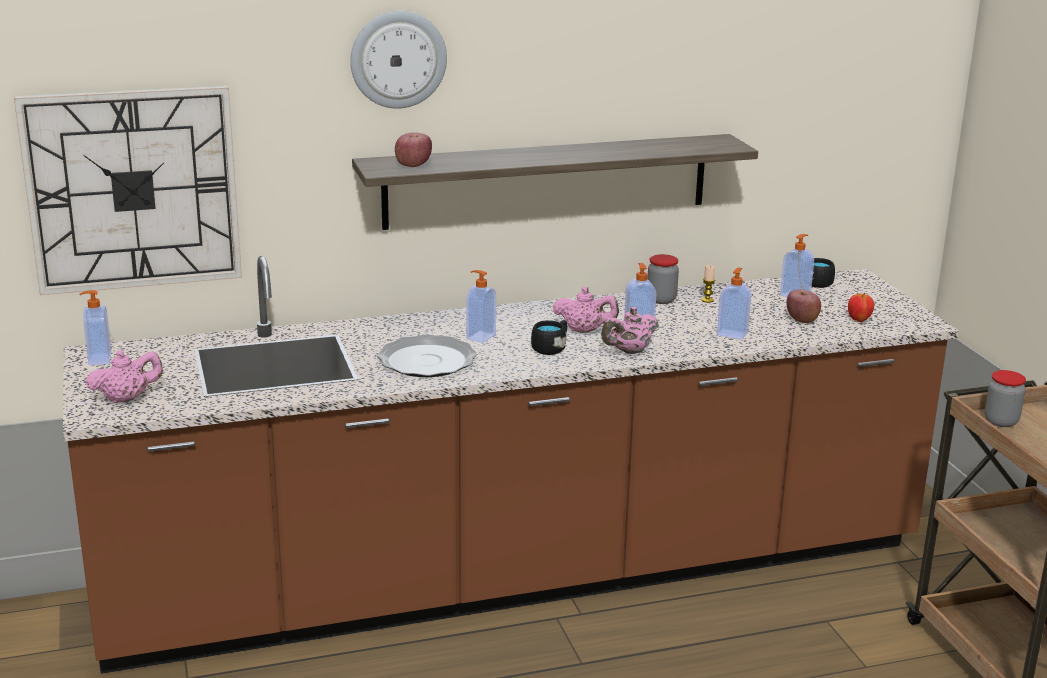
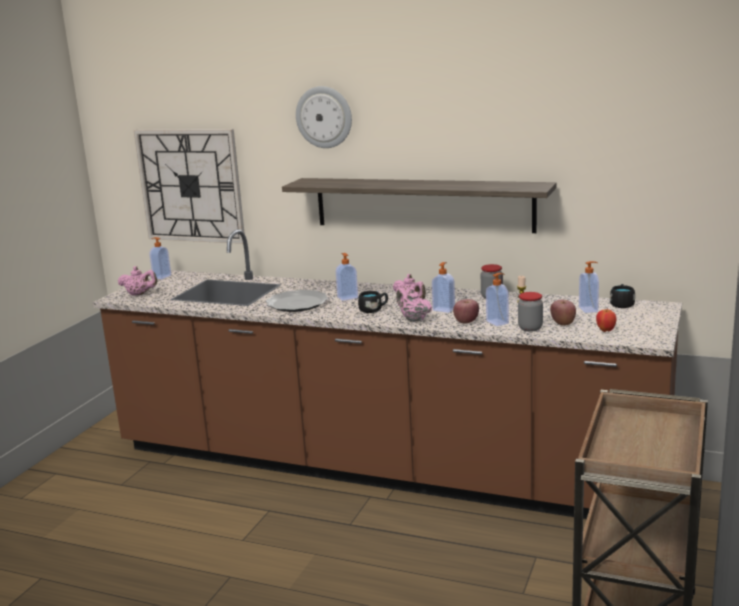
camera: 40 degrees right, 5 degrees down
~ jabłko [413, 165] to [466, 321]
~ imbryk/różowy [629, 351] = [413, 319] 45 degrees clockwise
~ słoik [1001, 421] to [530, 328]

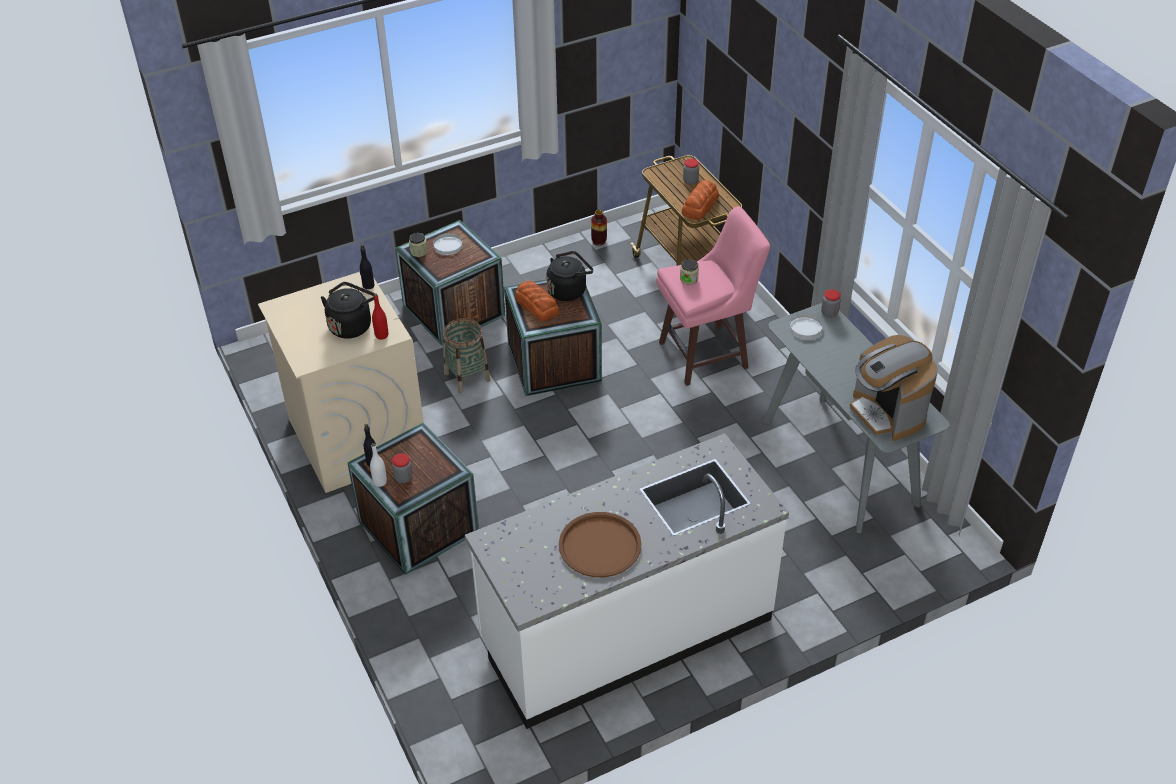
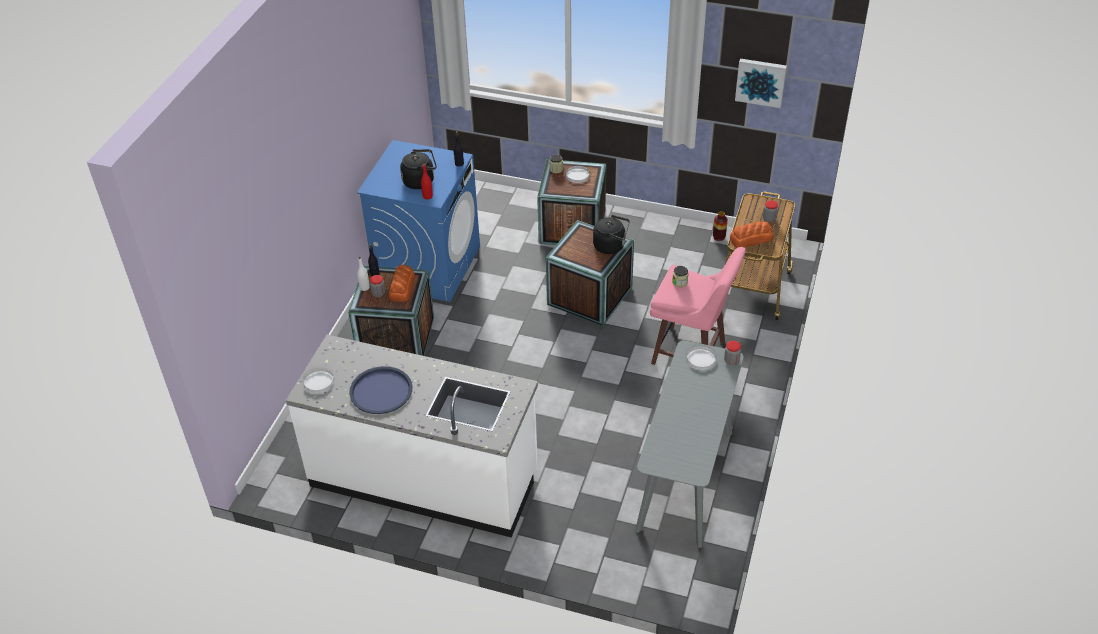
camera: 45 degrees right, 0 degrees up
~ pralka/beżowy [356, 436] to pralka/niebieski [428, 266]
- koszyk [467, 377]
~ chleb [536, 305] to [402, 287]
~ taca/brązowy [600, 545] to taca/niebieski [381, 391]
- ekspres do kawy [886, 413]
+ talerz/biały [319, 382]
+ obraz [761, 81]

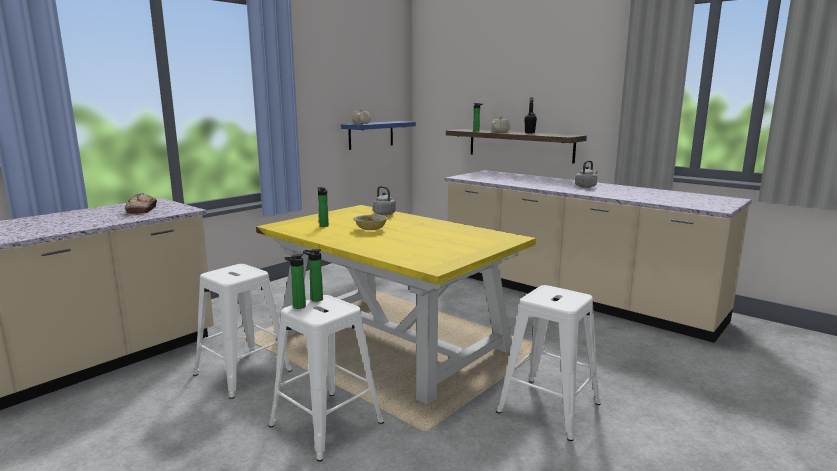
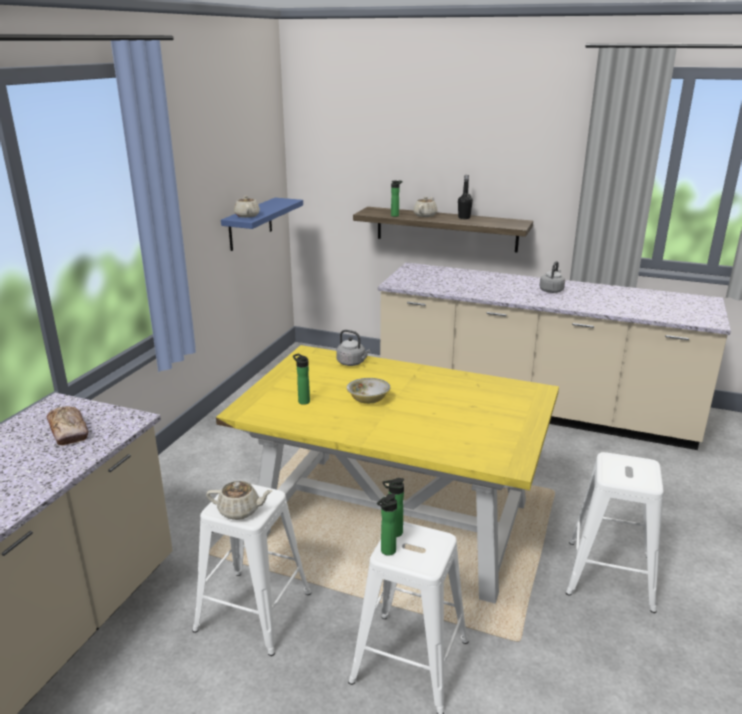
camera: 20 degrees left, 10 degrees up
+ imbryk/beżowy [240, 511]

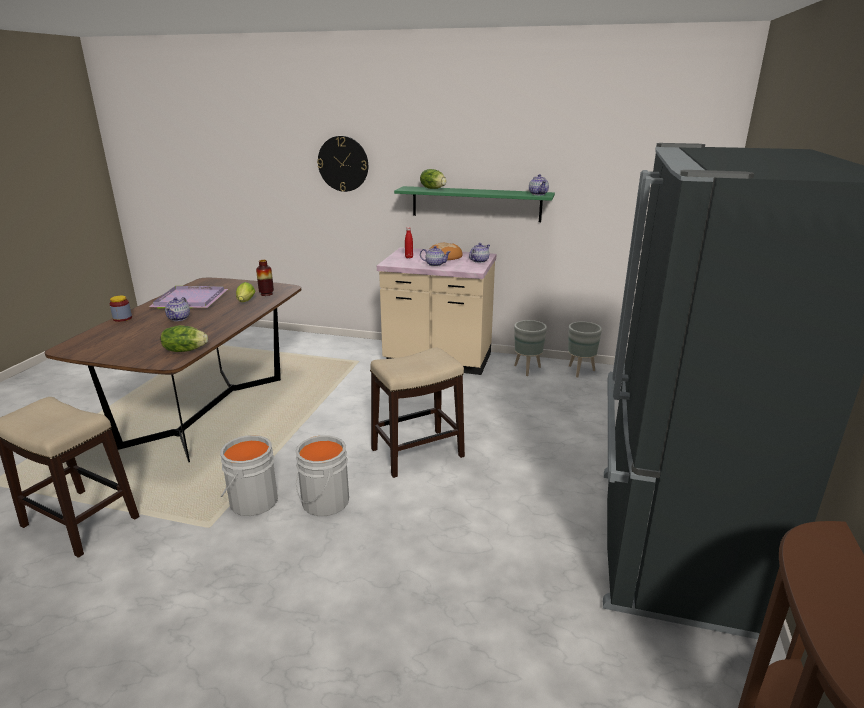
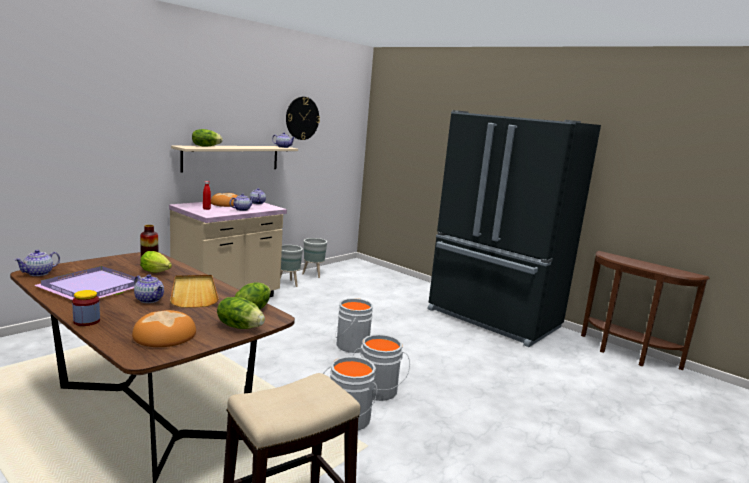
camera: 65 degrees left, 10 degrees down
~ zegar ścienny [343, 164] to [302, 118]
~ stołek [416, 453] to wiadro/szary [350, 345]
~ półka/zielony [476, 204] to półka/beżowy [232, 158]
+ imbryk [39, 273]
+ chleb [164, 335]
+ taca/beżowy [194, 293]
+ sałata [240, 326]

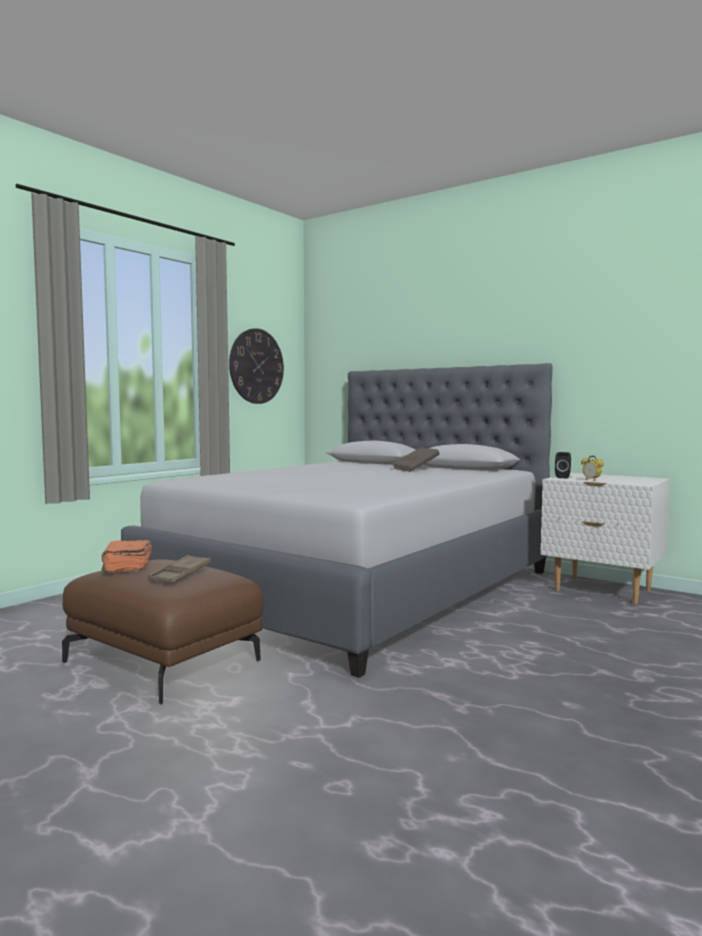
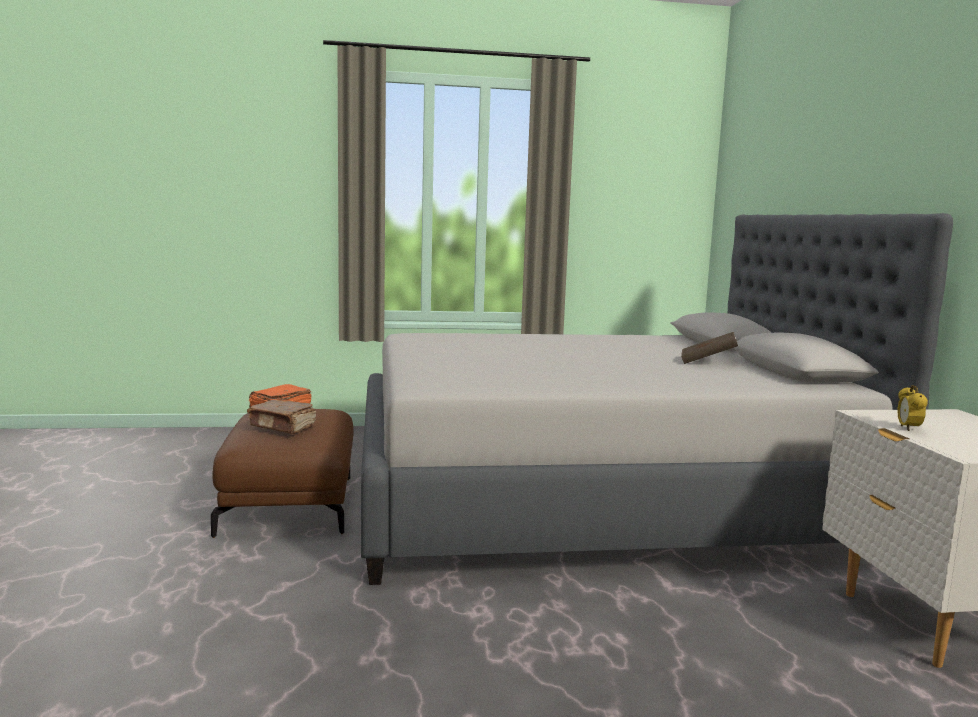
camera: 45 degrees right, 5 degrees up
~ taca/brązowy [180, 574] to książka/brązowy [283, 427]
- zegar ścienny [256, 366]
- głośnik/czarny [563, 477]

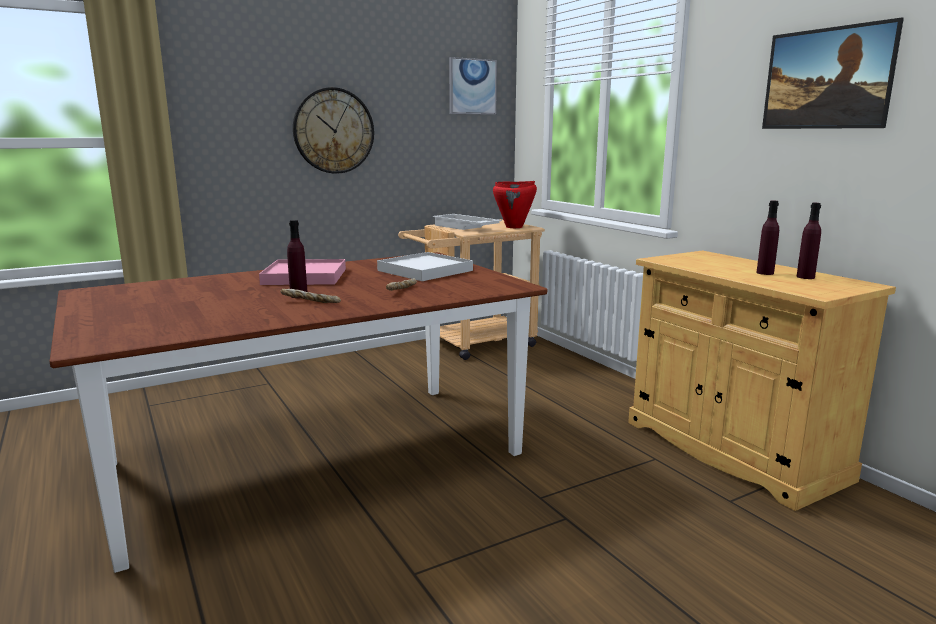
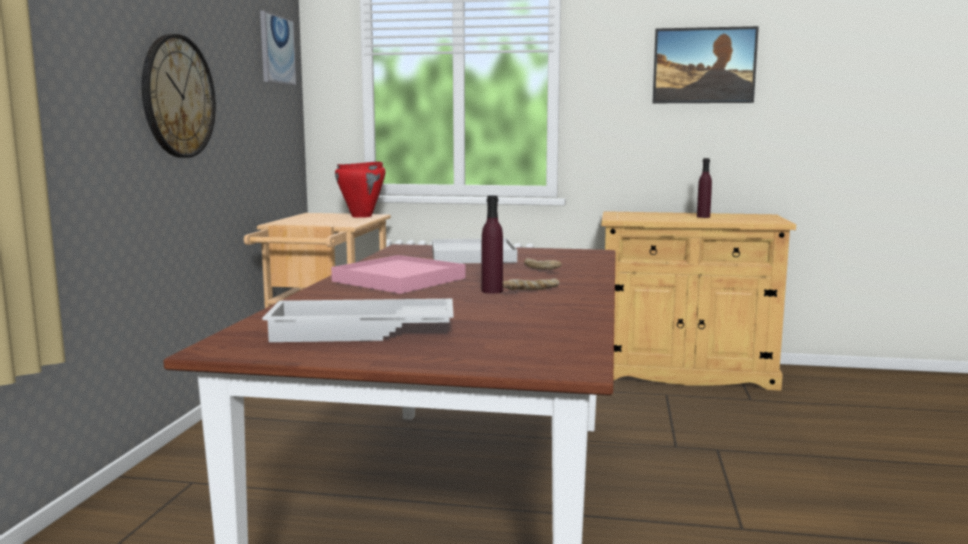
camera: 50 degrees left, 5 degrees down
~ taca/biały [465, 227] to [360, 332]
- butelka/fioletowy [805, 277]

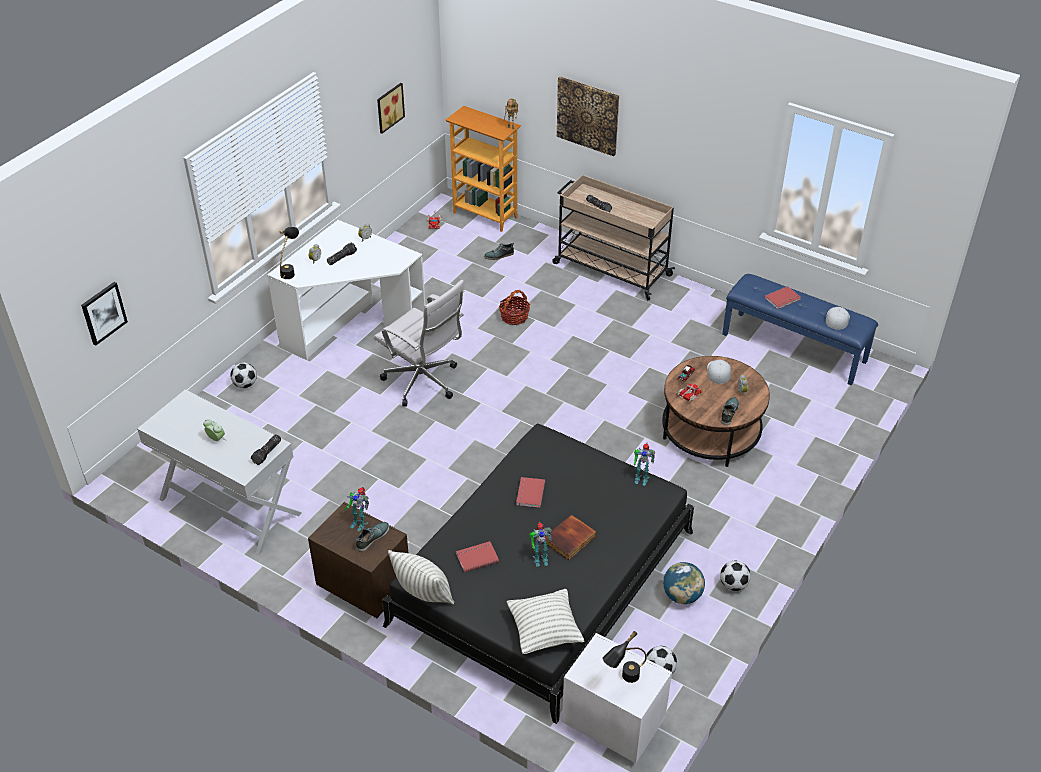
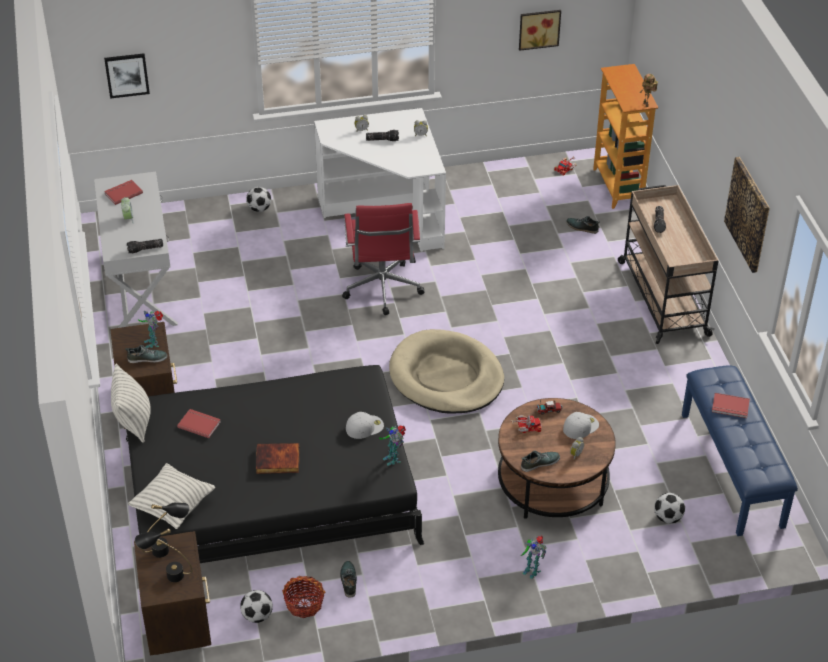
camera: 45 degrees right, 0 degrees up
~ lampa stołowa/czarny [290, 271] to [168, 548]
~ krzesło biurowe/biały [424, 383] to krzesło biurowe/czerwony [382, 291]
~ koszyk [514, 317] to [304, 604]
~ książka/czerwony [529, 493] to [123, 193]
~ robot zabawkowy [539, 558] to [531, 569]
~ obraz [588, 115] to [748, 214]
~ szafka nocna/biały [612, 723] to szafka nocna/brązowy [178, 621]
~ globus [682, 595] to but [348, 580]
~ piłka futbolowa [733, 584] to [668, 518]
~ czapka z daszkiem/biały [837, 318] to [364, 427]
+ legowisko/beżowy [446, 377]

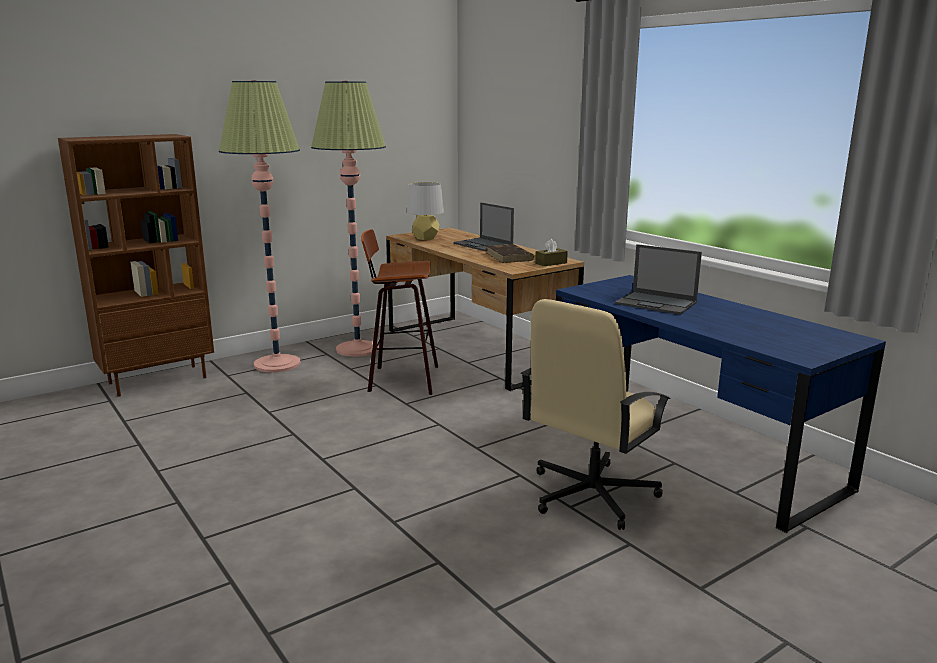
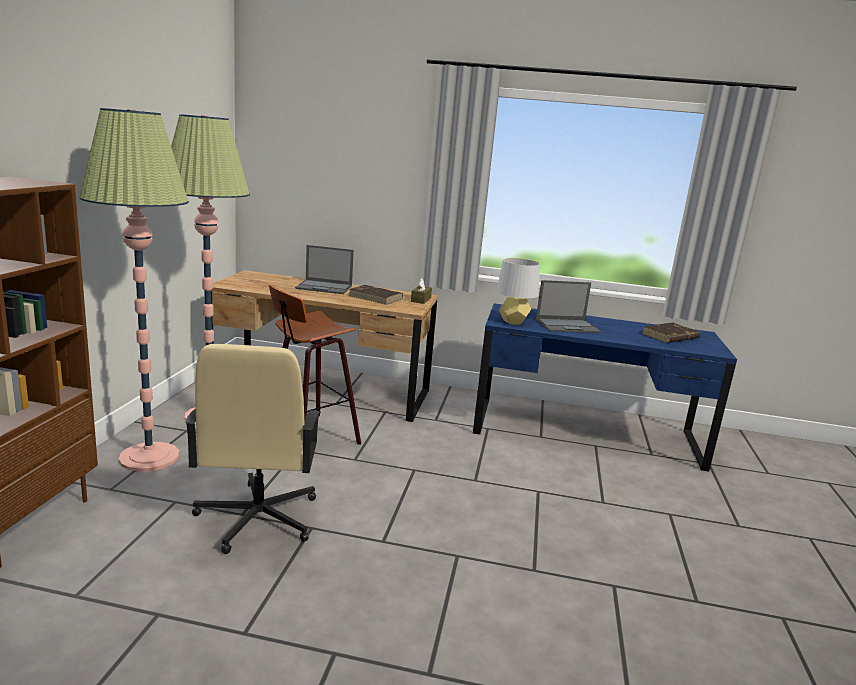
camera: 45 degrees left, 0 degrees up
~ lampa stołowa/szary [425, 238] to [513, 322]
~ krzesło biurowe/beżowy [590, 495] to [257, 518]
+ książka/brązowy [670, 336]

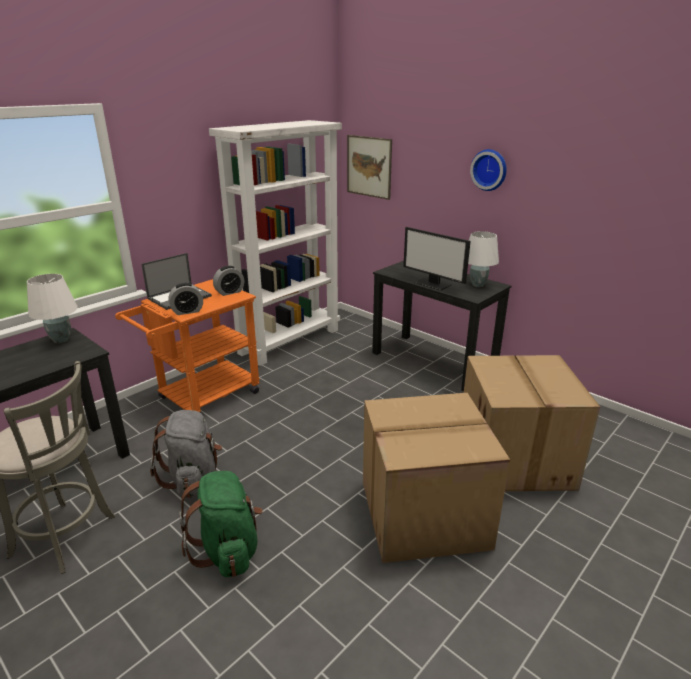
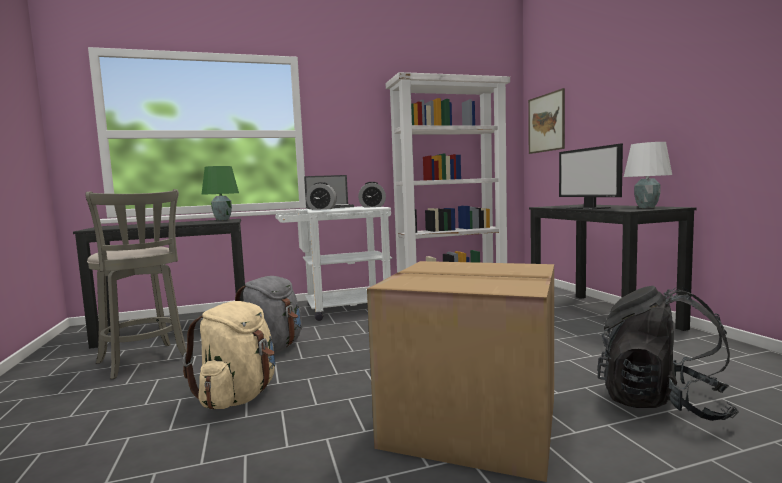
camera: 30 degrees right, 20 degrees down
~ lampa stołowa/biały [60, 340] to lampa stołowa/zielony [222, 220]
~ wózek/pomarańczowy [202, 398] to wózek/biały [339, 309]
~ plecak/zielony [228, 549] to plecak/beżowy [239, 396]
~ karton [516, 459] to plecak/czarny [661, 403]
- zegar ścienny [490, 169]

